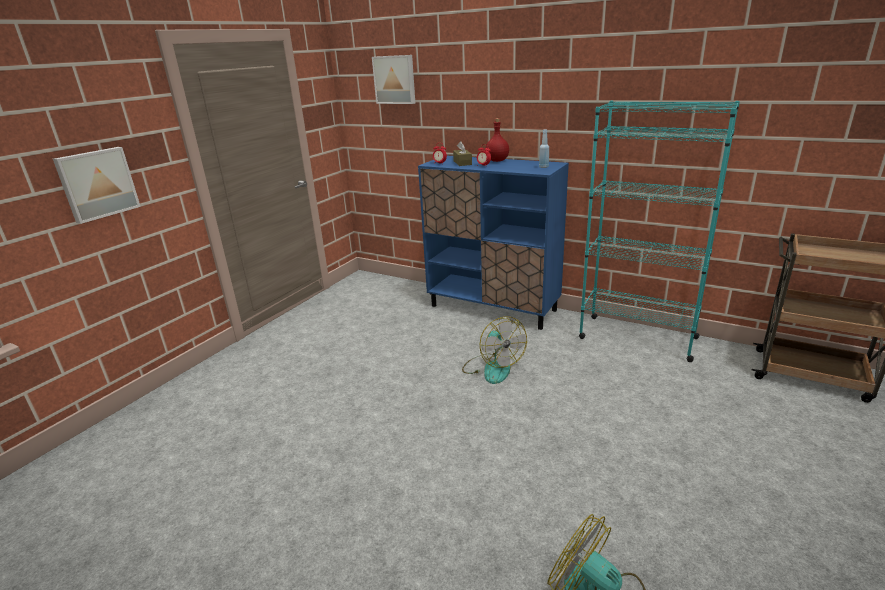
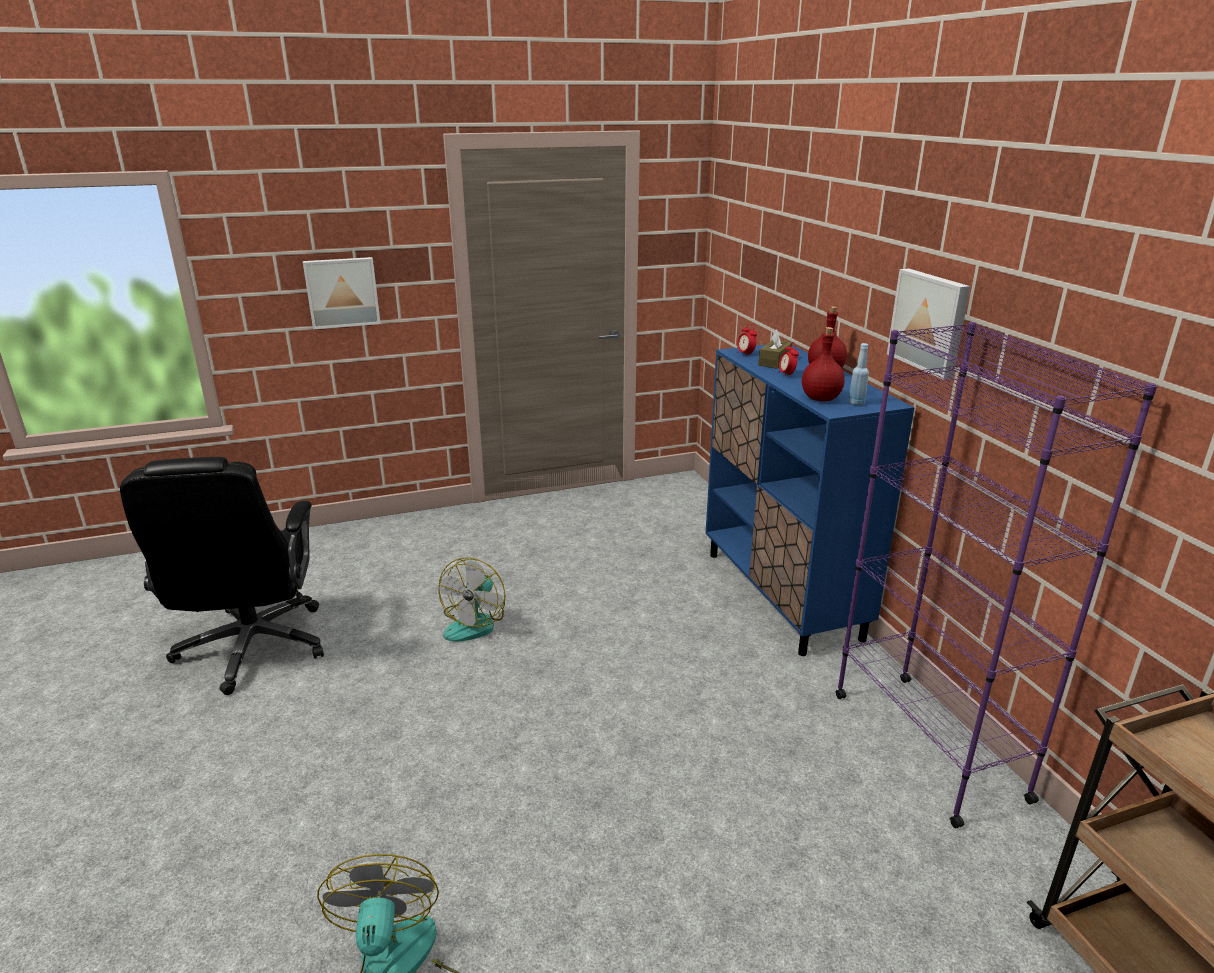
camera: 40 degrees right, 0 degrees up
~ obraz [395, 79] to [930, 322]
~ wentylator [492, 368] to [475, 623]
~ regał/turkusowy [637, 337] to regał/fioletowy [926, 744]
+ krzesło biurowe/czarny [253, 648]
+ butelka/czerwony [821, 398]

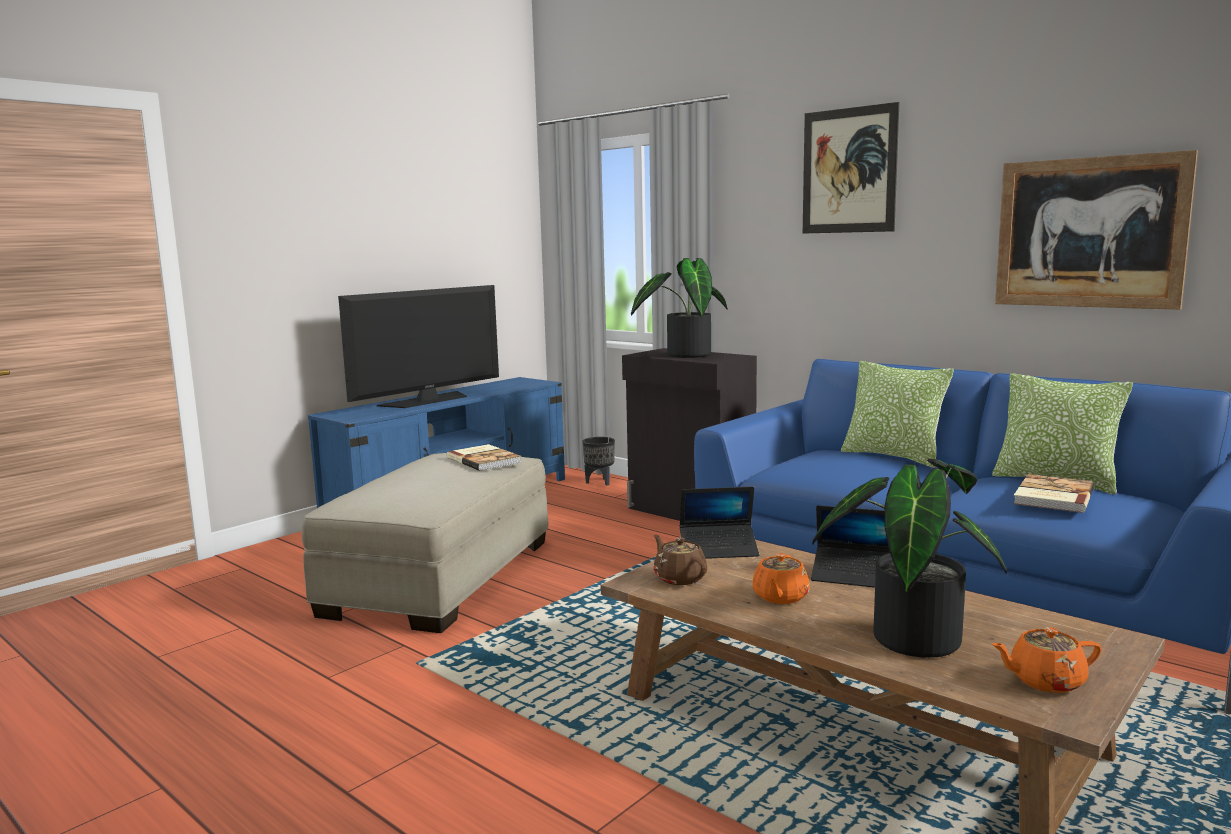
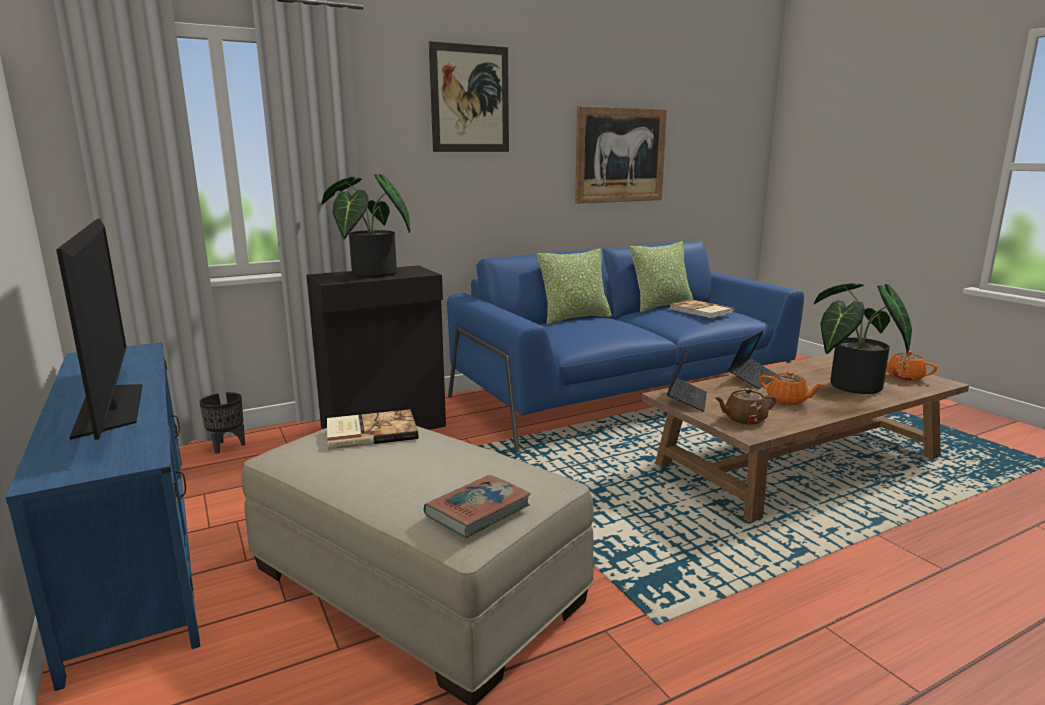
camera: 70 degrees left, 5 degrees up
~ imbryk/pomarańczowy [1044, 681] = [903, 377] 120 degrees clockwise
+ książka [478, 511]

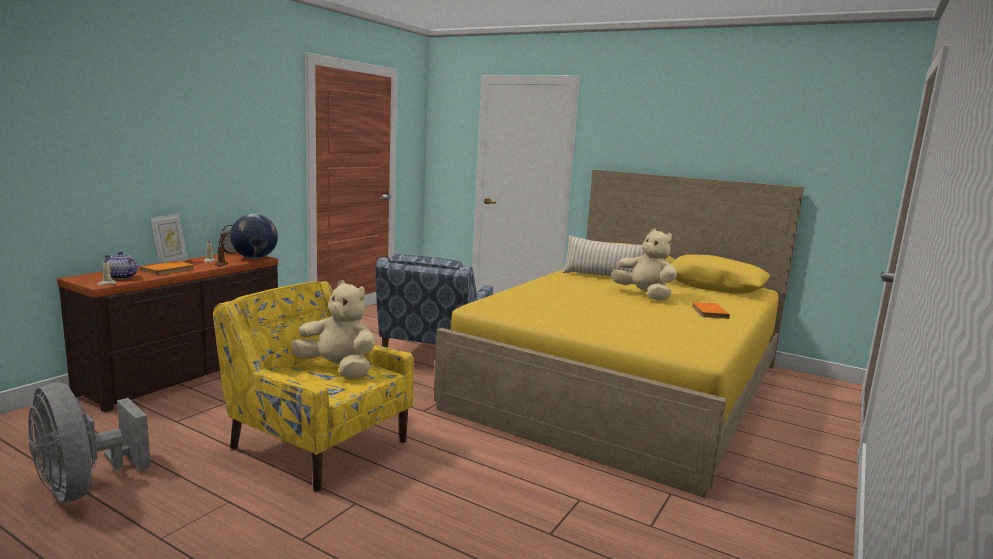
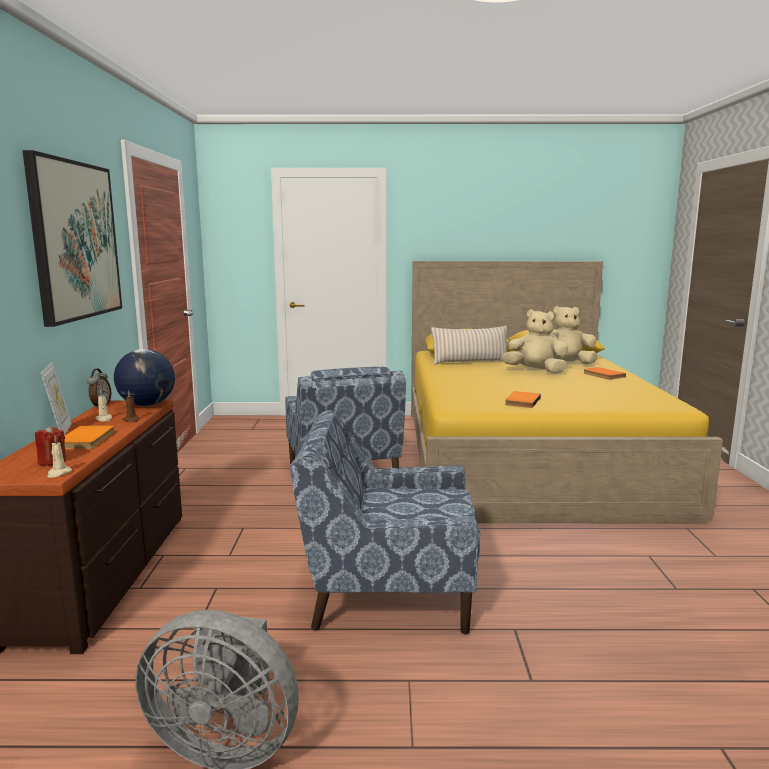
camera: 30 degrees left, 0 degrees up
~ imbryk [121, 277] to świeca/czerwony [52, 461]
~ fotel/żółty [318, 444] to fotel/niebieski [387, 591]
~ pluszak/beżowy [338, 369] to [567, 364]
+ obraz [75, 240]
+ książka/pomarańczowy [521, 401]

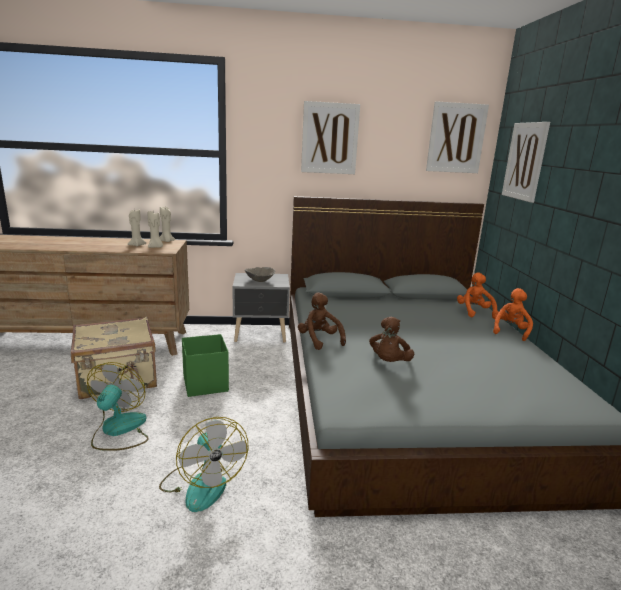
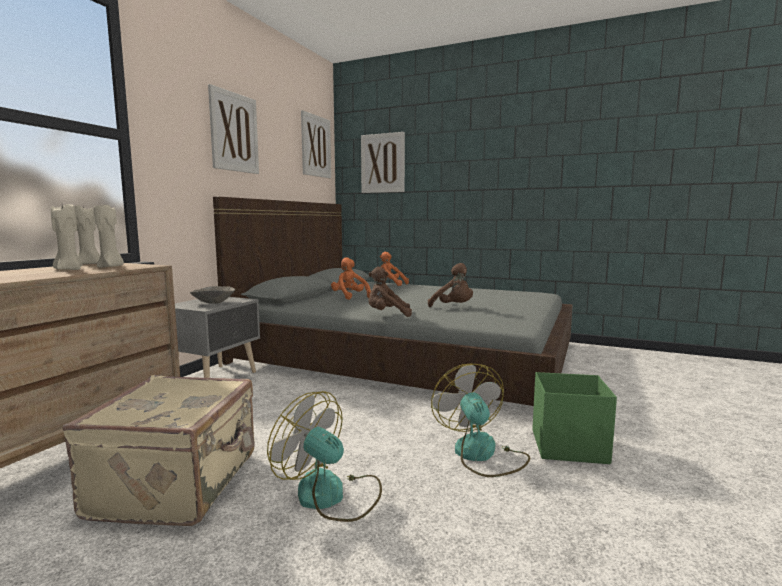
camera: 60 degrees left, 10 degrees down
~ wentylator [202, 483] = [481, 454] 105 degrees counterclockwise
~ pojemnik do przechowywania/zielony [205, 383] to [567, 446]
~ pluszak/pomarańczowy [509, 331] to [349, 297]

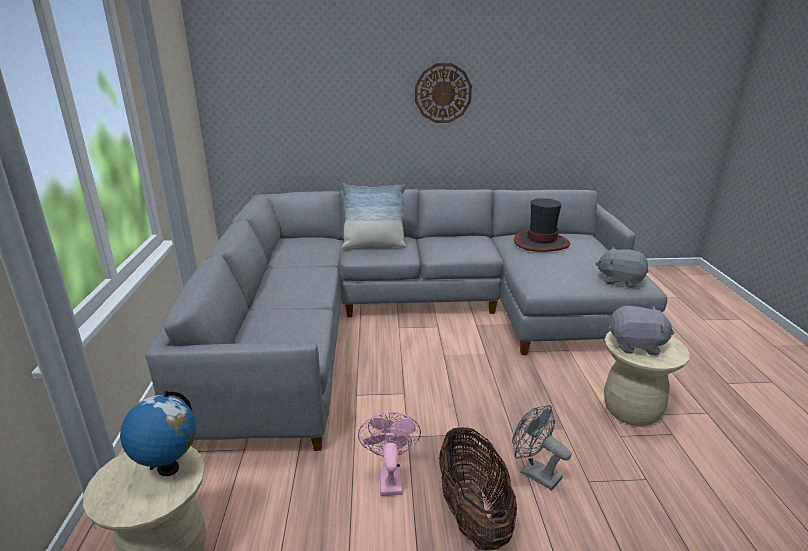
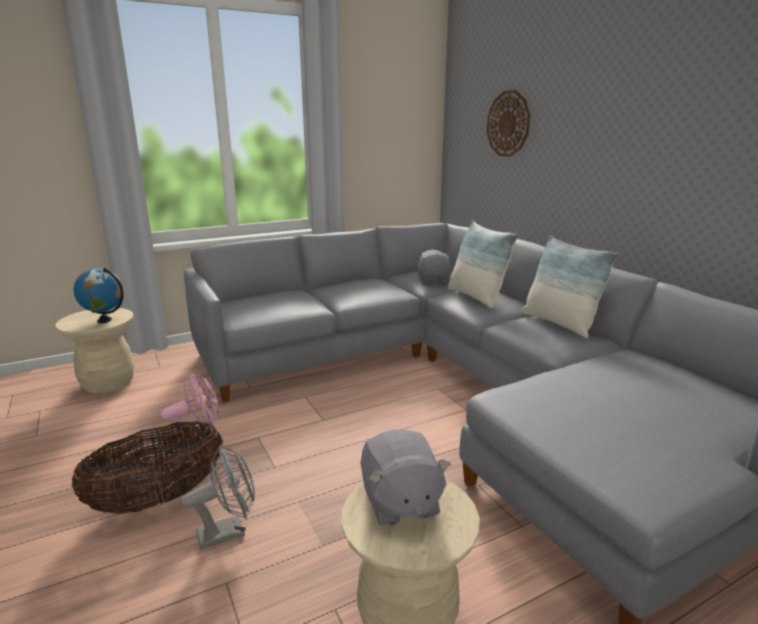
camera: 65 degrees right, 5 degrees down
~ zegar ścienny [443, 93] to [508, 124]
~ wentylator/szary [534, 473] = [228, 532] 45 degrees clockwise
- kapelusz [541, 242]
~ pluszak/szary [620, 280] to [433, 280]
+ poduszka [559, 323]

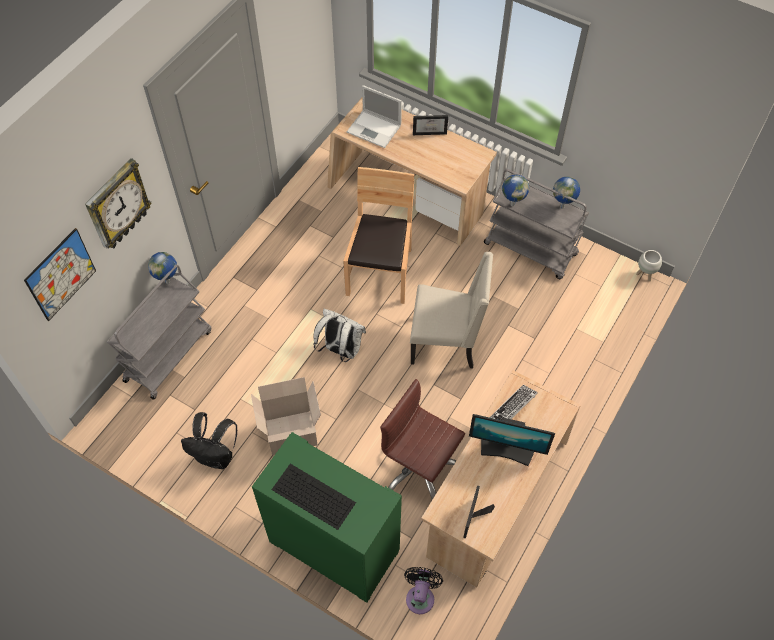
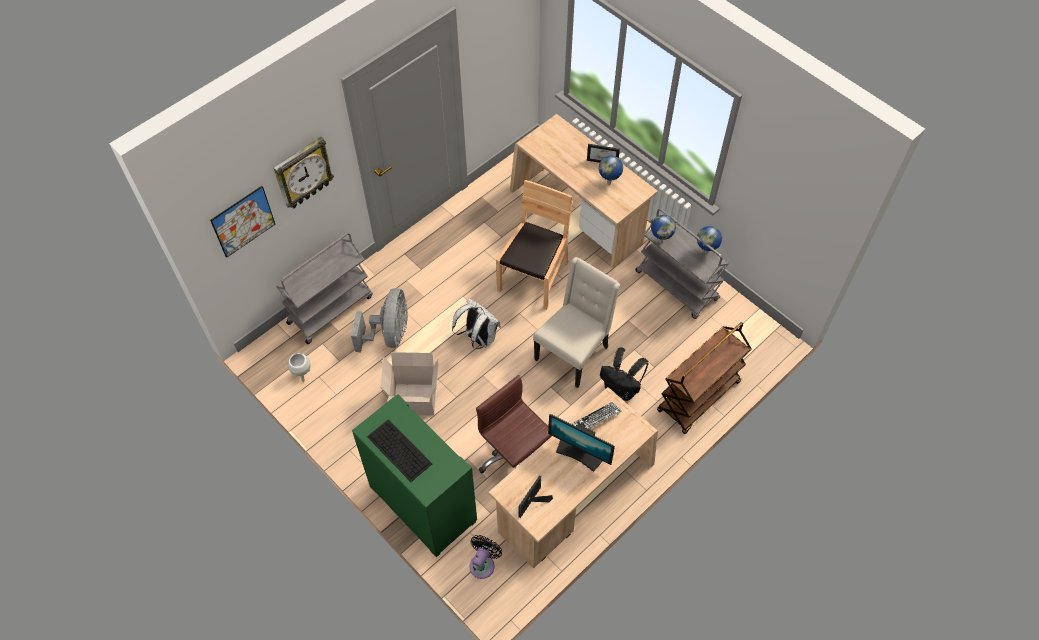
camera: 15 degrees right, 0 degrees up
~ globus [168, 281] to [609, 183]
~ plecak/czarny [216, 457] to [621, 389]
- laptop [375, 129]
~ krzesło/beżowy [446, 343] = [573, 353] 75 degrees counterclockwise
~ donica/biały [645, 274] to [303, 375]
+ wentylator/szary [389, 334]
+ wózek/brązowy [698, 397]

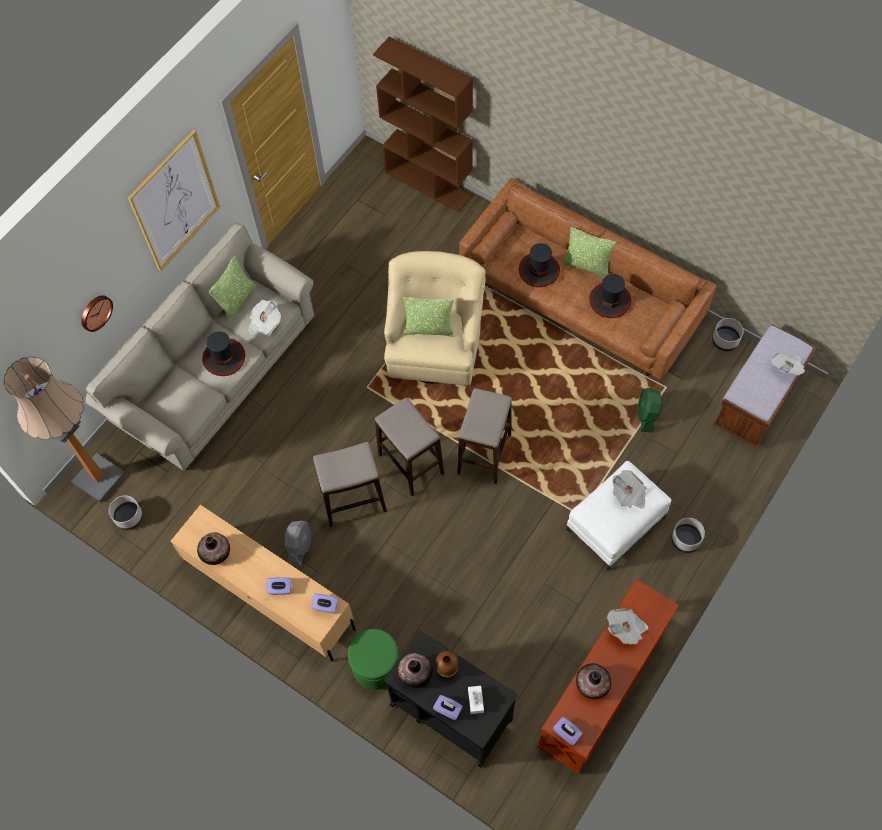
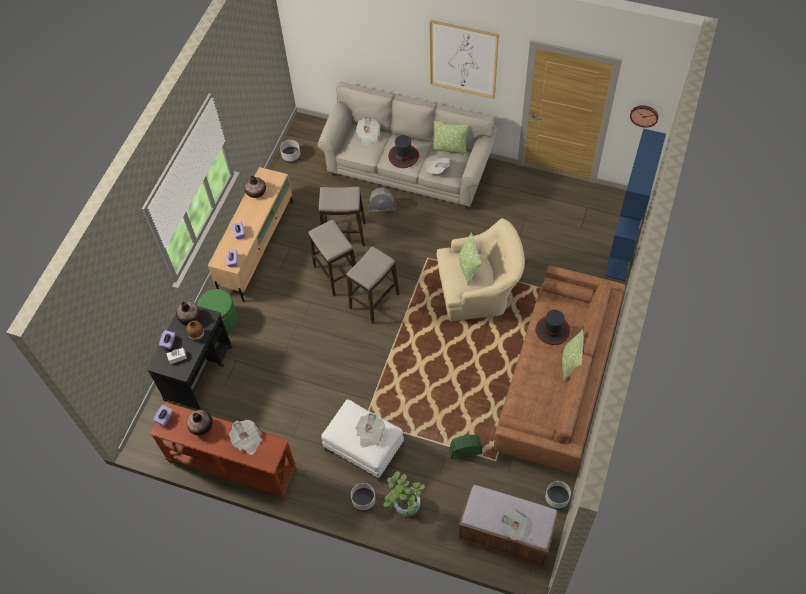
camera: 75 degrees right, 5 degrees down
- lampa stojąca [99, 478]
~ zegar ścienny [95, 312] to [644, 115]
~ wentylator/szary [300, 546] to [382, 208]
~ regał/brązowy [429, 183] to regał/niebieski [623, 249]
~ stołek [484, 454] to [344, 234]
- kapelusz [610, 300]
+ gazeta [368, 135]
+ roślina doniczkowa [405, 507]

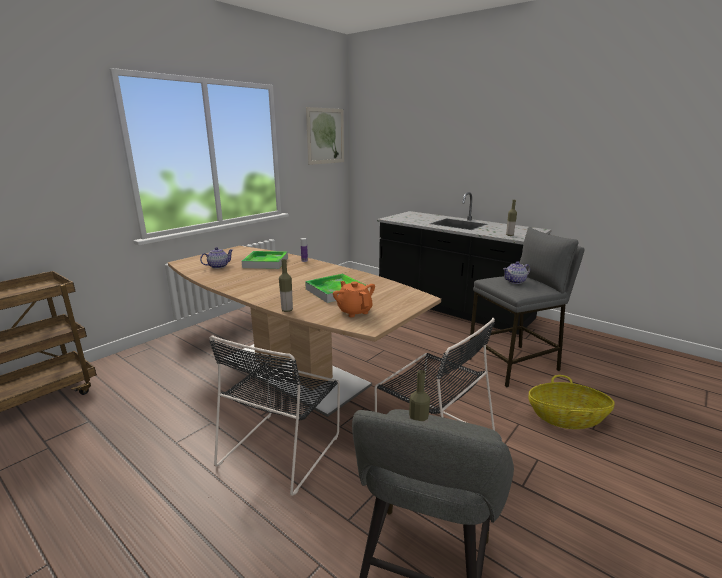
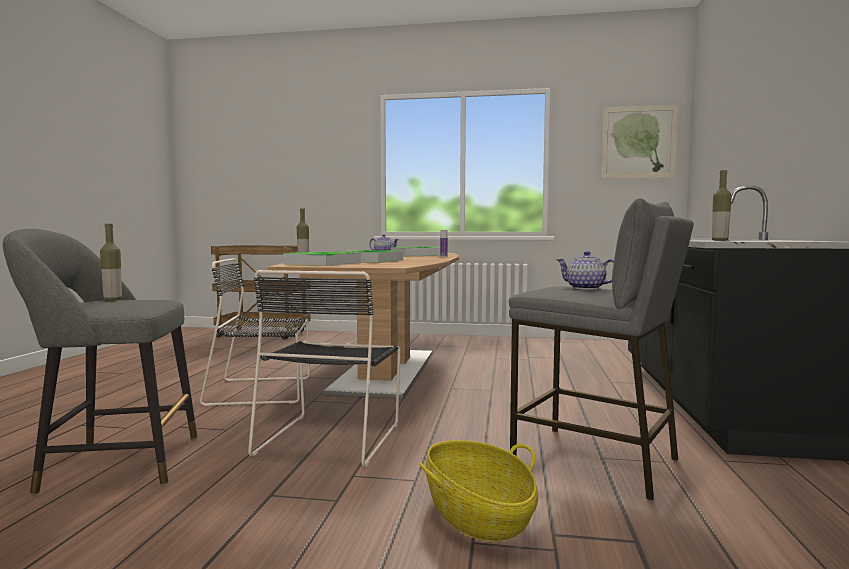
camera: 60 degrees right, 15 degrees down
~ imbryk/pomarańczowy [354, 311] to taca [323, 263]

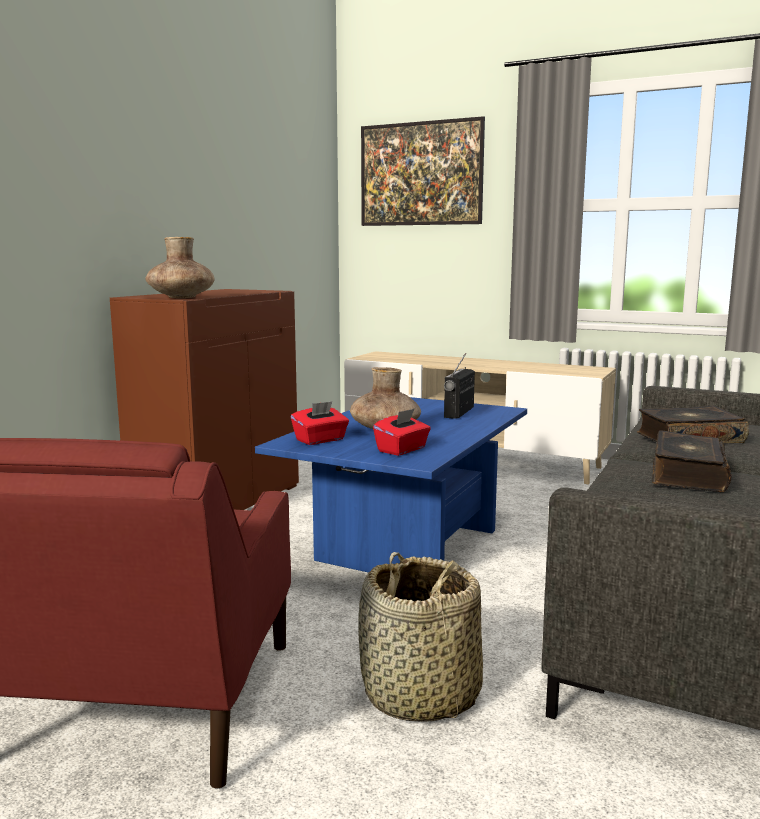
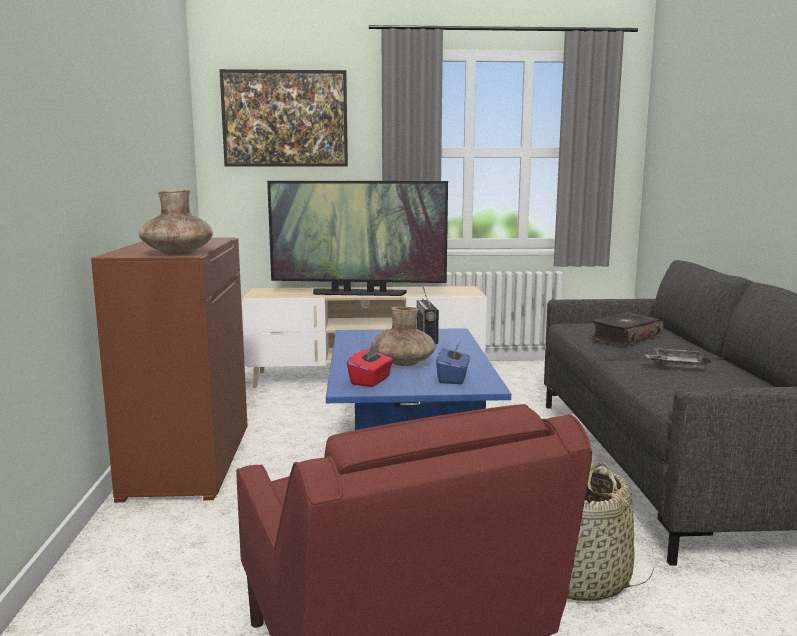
camera: 30 degrees left, 0 degrees up
~ pudełko chusteczek/czerwony [402, 450] to pudełko chusteczek/niebieski [453, 378]
~ książka [686, 475] to taca/szary [677, 366]
+ telewizor [358, 293]

